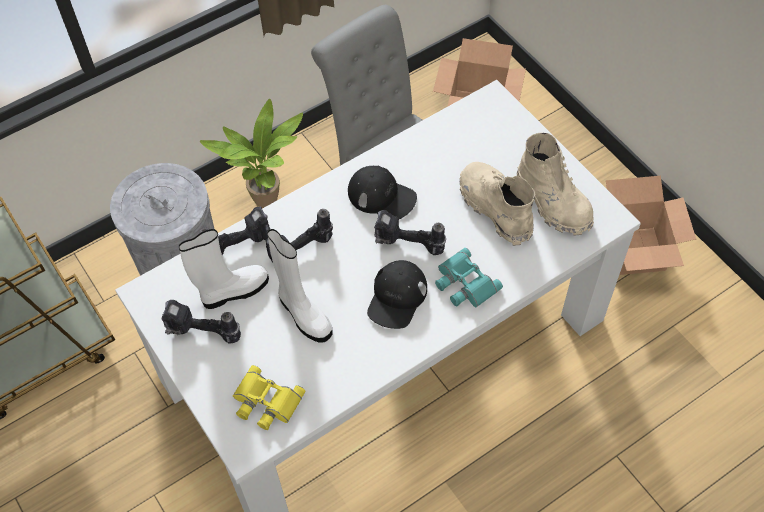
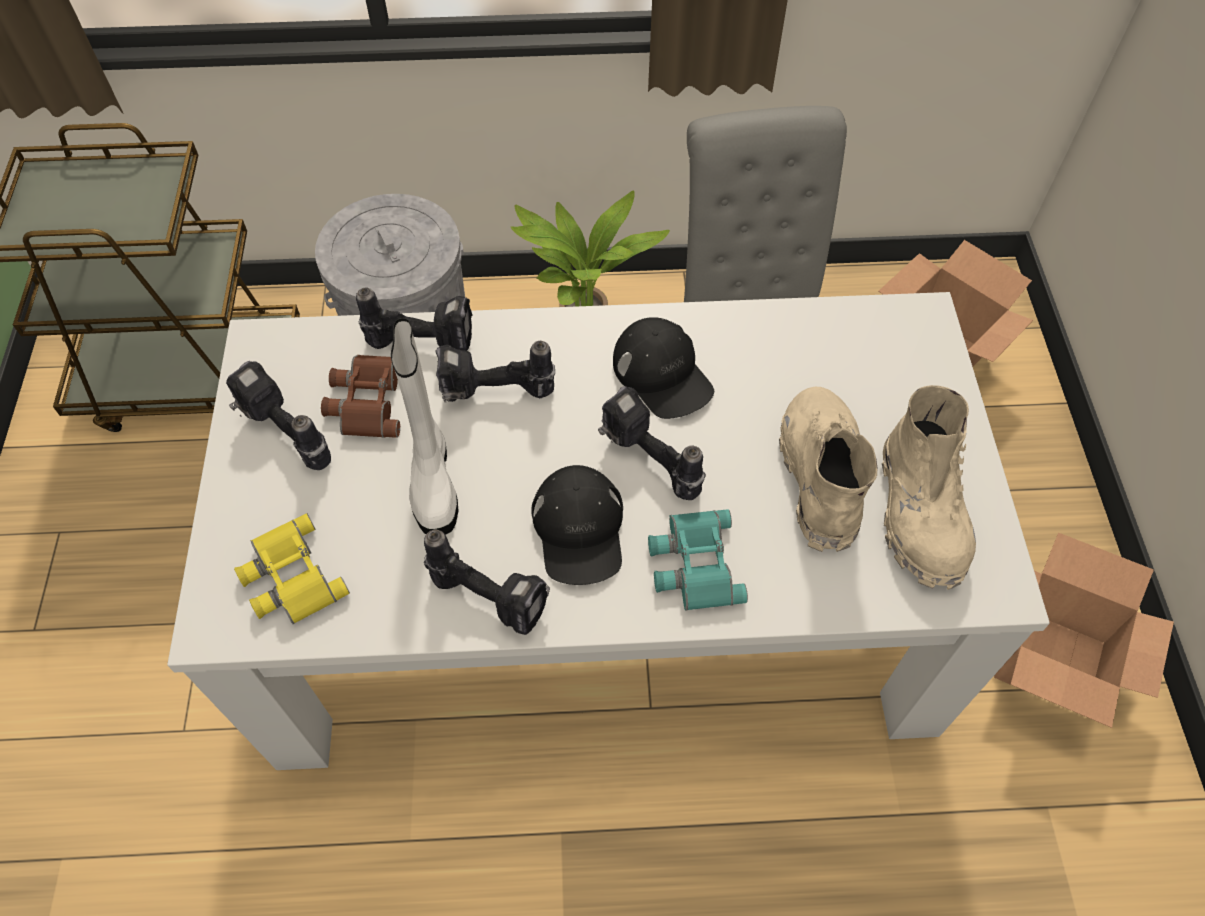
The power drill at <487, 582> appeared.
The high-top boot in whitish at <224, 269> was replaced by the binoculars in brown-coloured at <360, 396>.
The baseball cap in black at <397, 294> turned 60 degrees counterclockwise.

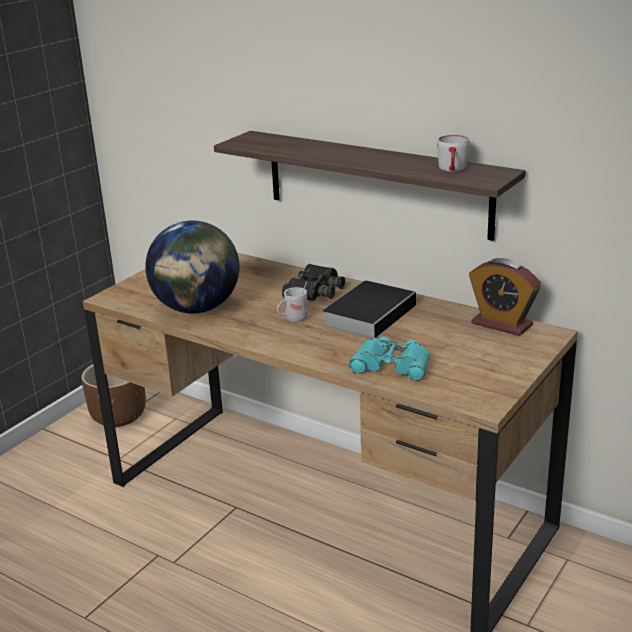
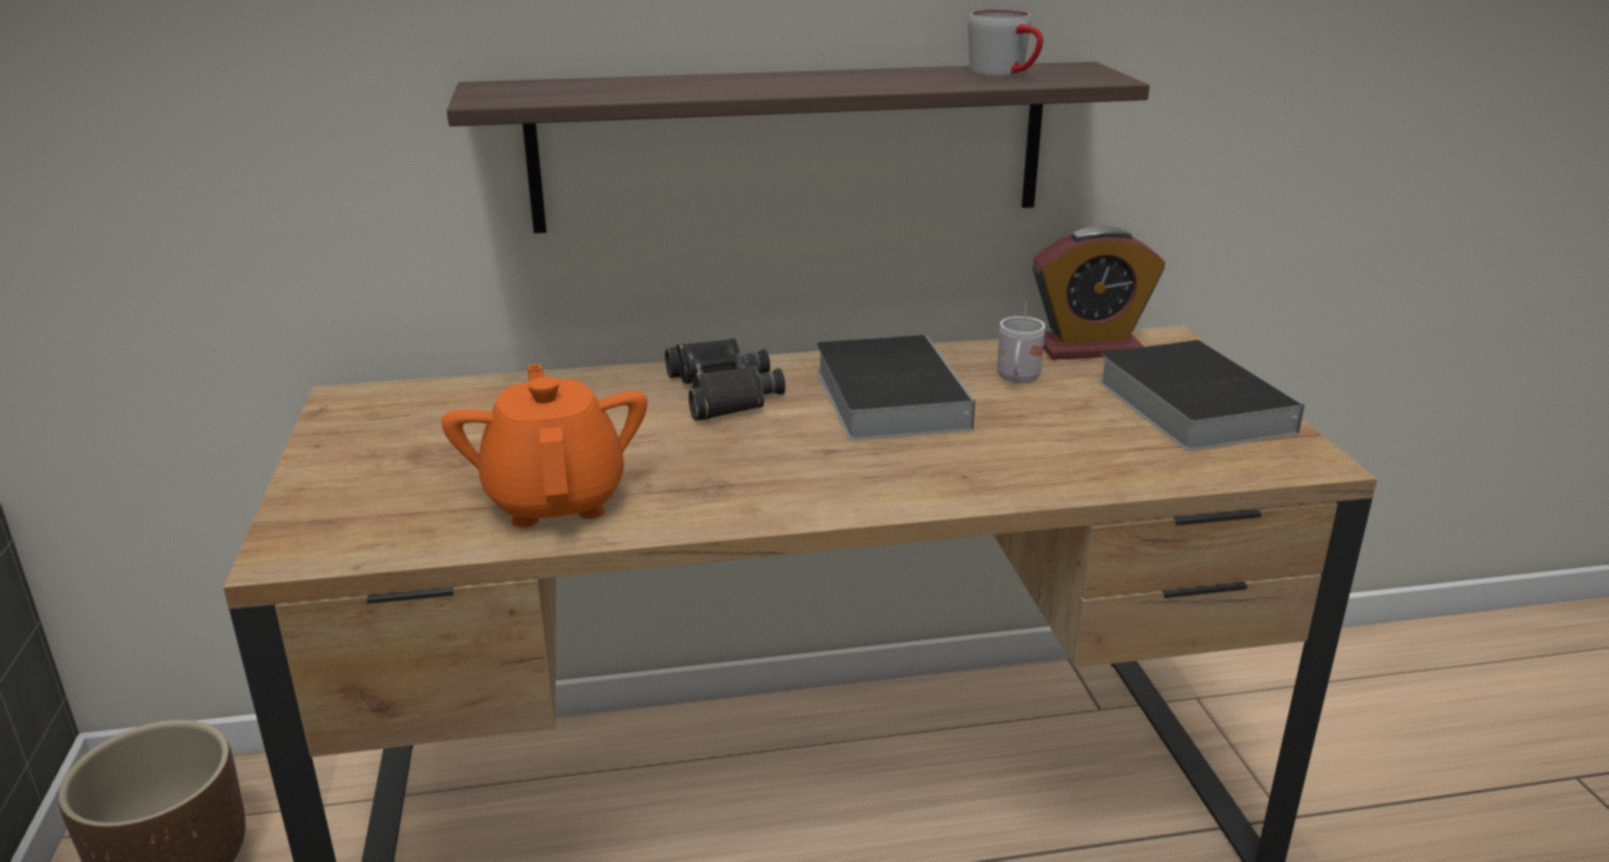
The binoculars in turquoise at <389, 359> disappeared.
The volume at <1201, 395> appeared.
The coffee mug in whitish moved from <292, 301> to <1021, 342>.
The globe at <192, 267> was replaced by the teapot in orangey at <544, 446>.

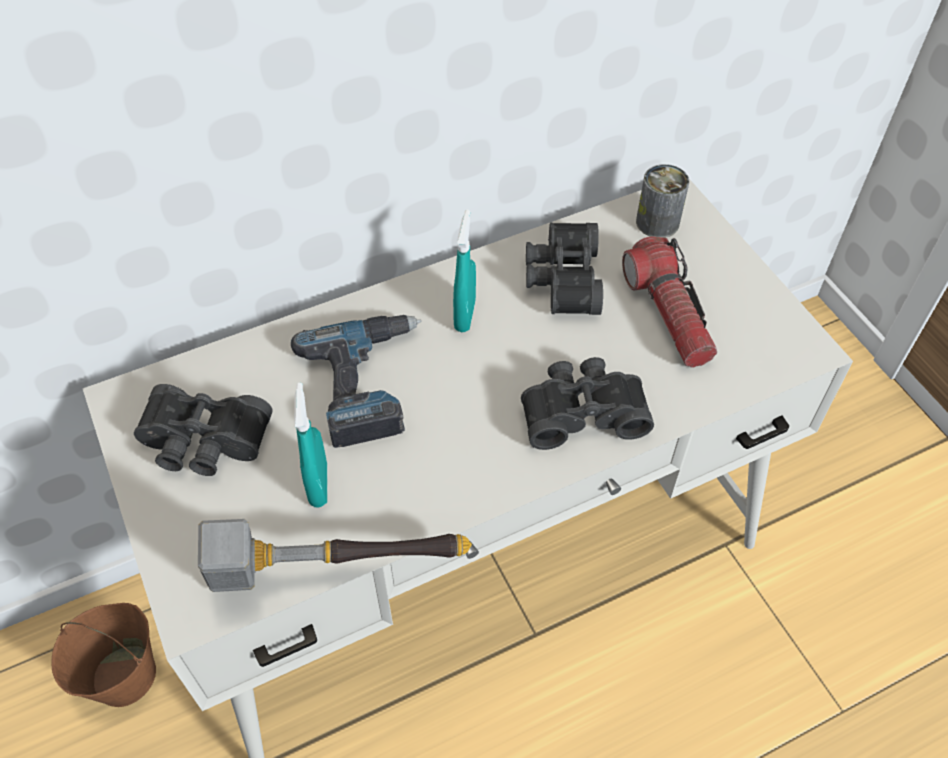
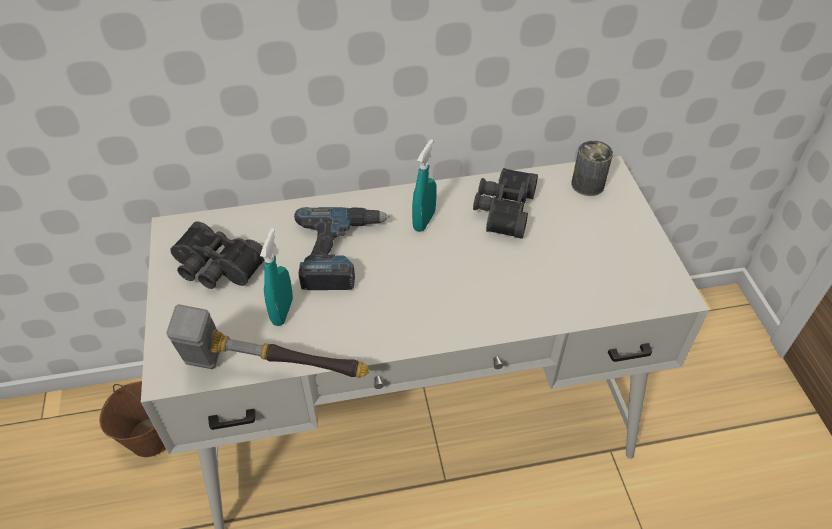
The binoculars in black at <587, 403> disappeared.
The torch at <669, 302> disappeared.

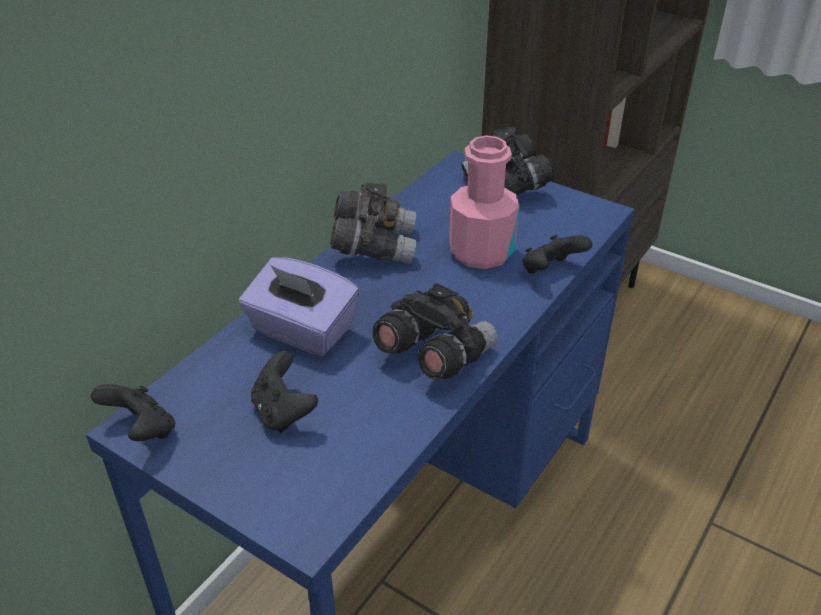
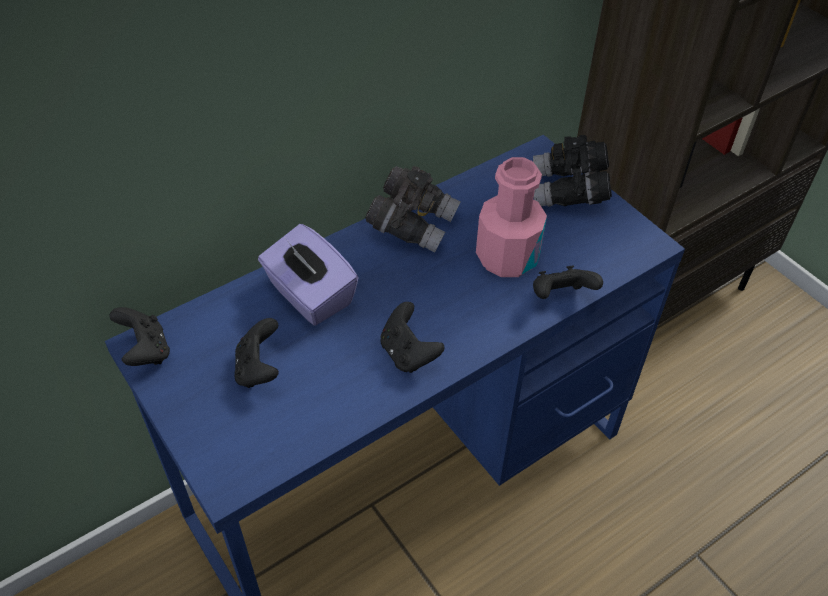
The binoculars in black at <435, 331> was replaced by the joypad in black at <412, 337>.

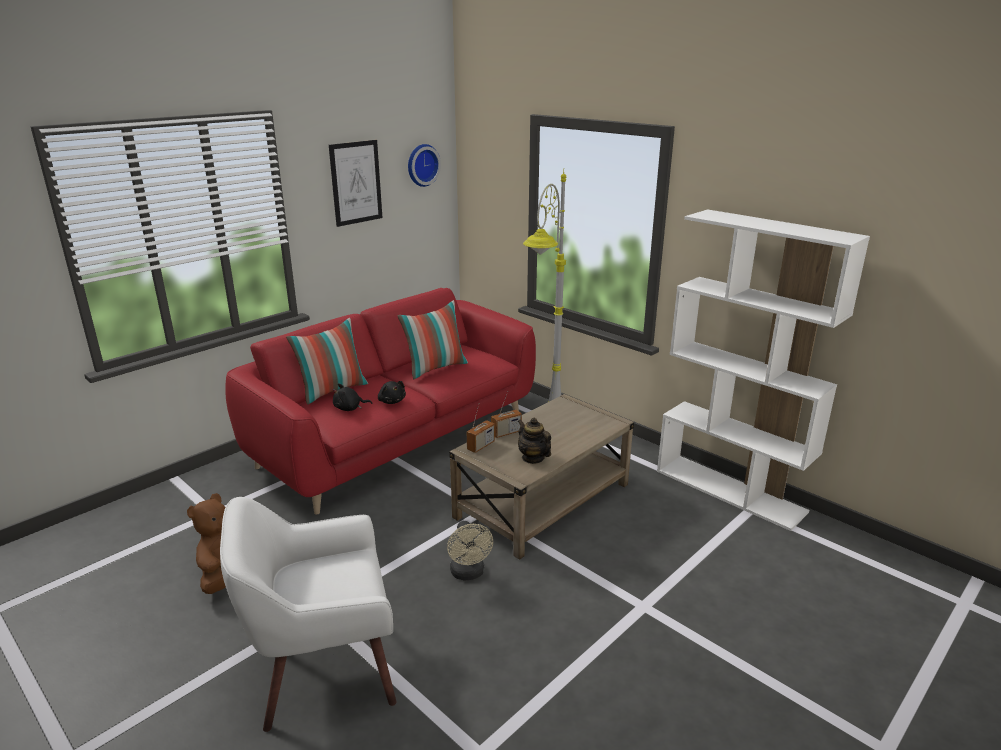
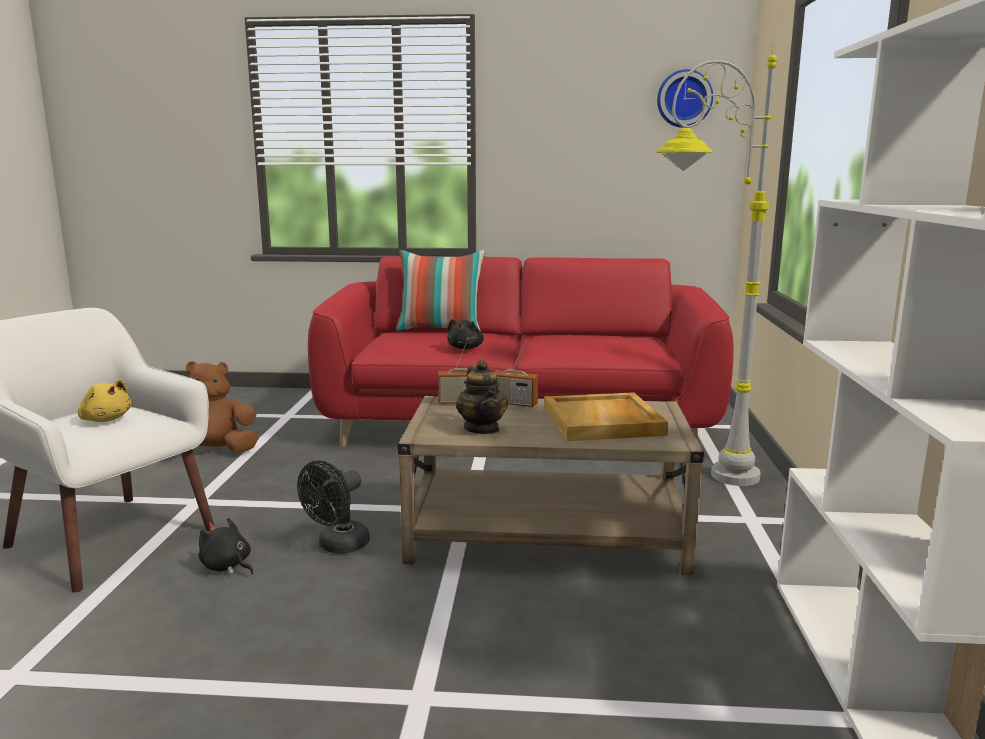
The wall picture at <355, 183> disappeared.
The cushion at <432, 340> disappeared.
The plush toy in yellow at <104, 401> appeared.
The serving tray in beige-coloured at <606, 416> appeared.
The plush toy in black moved from <352, 397> to <226, 546>.
The cooling fan in beige-coloured at <470, 551> became the cooling fan in black at <333, 507>.
The teapot at <534, 440> turned 150 degrees clockwise.

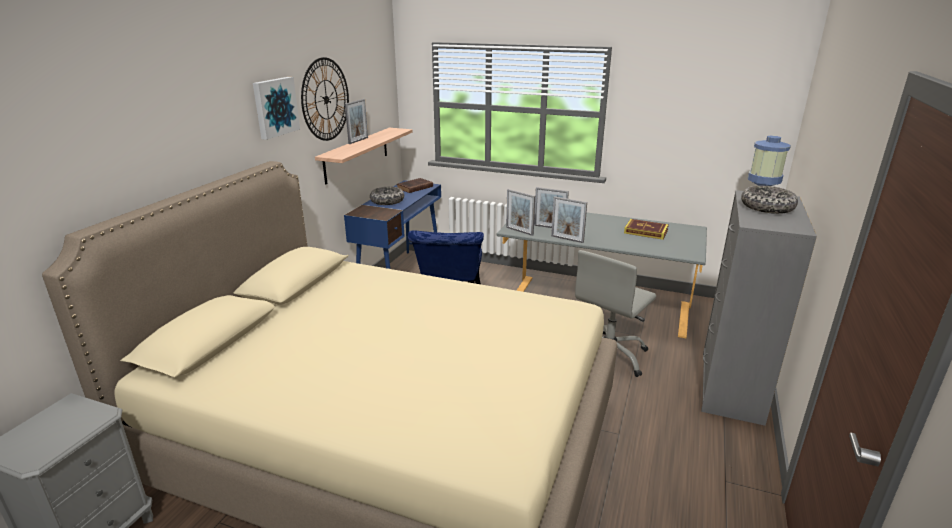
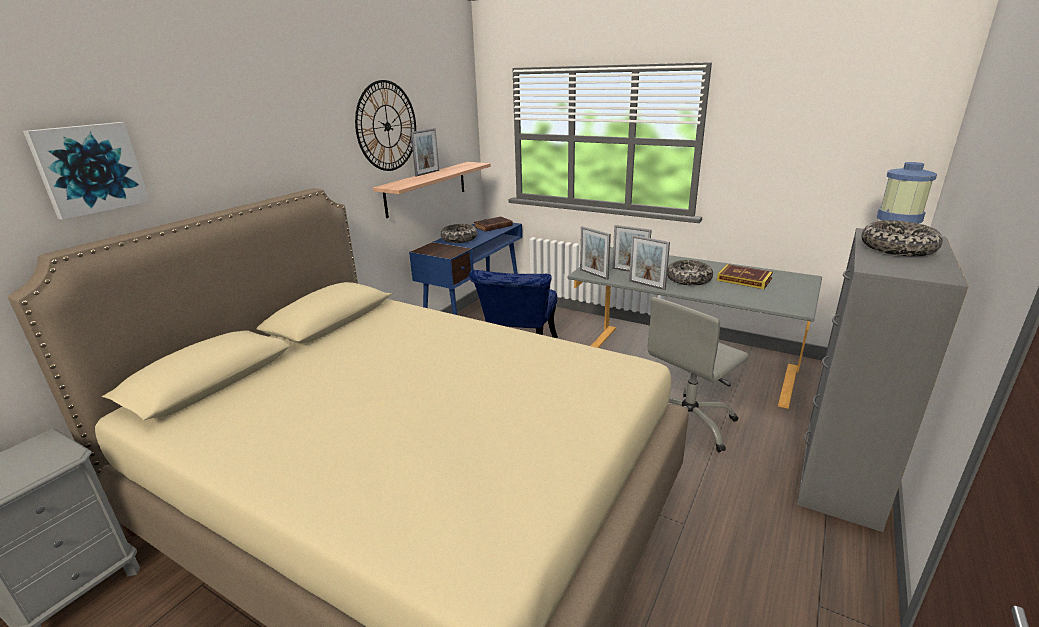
The bowl at <690, 273> appeared.
The wall picture moved from <276, 108> to <86, 171>.

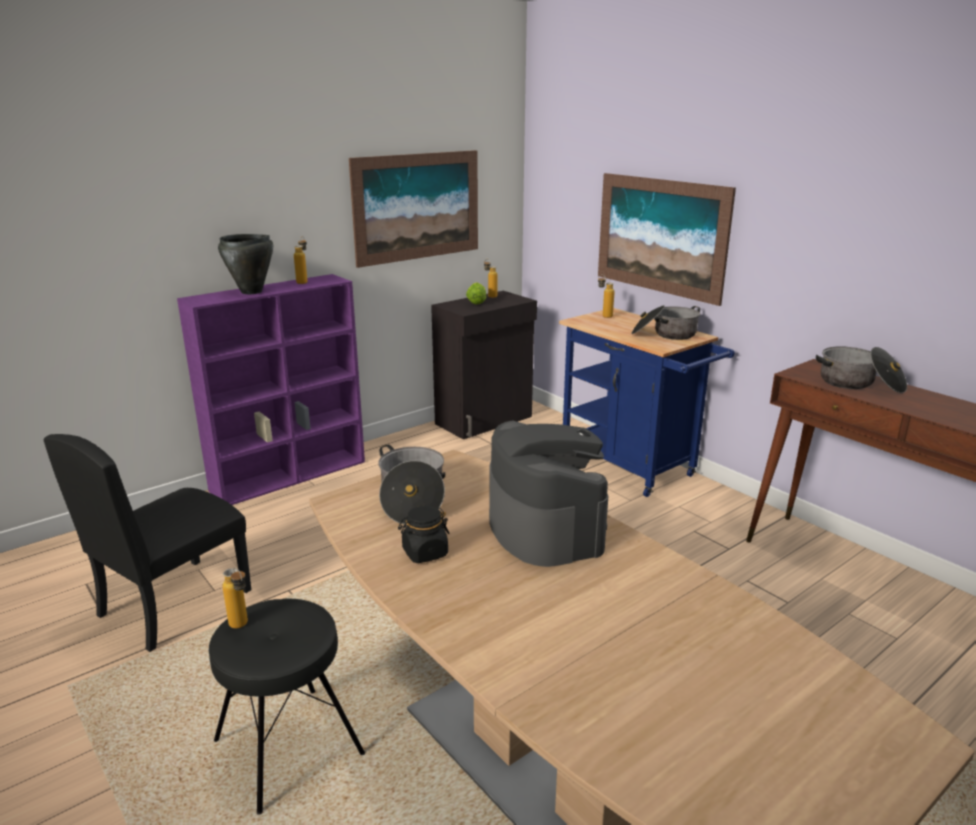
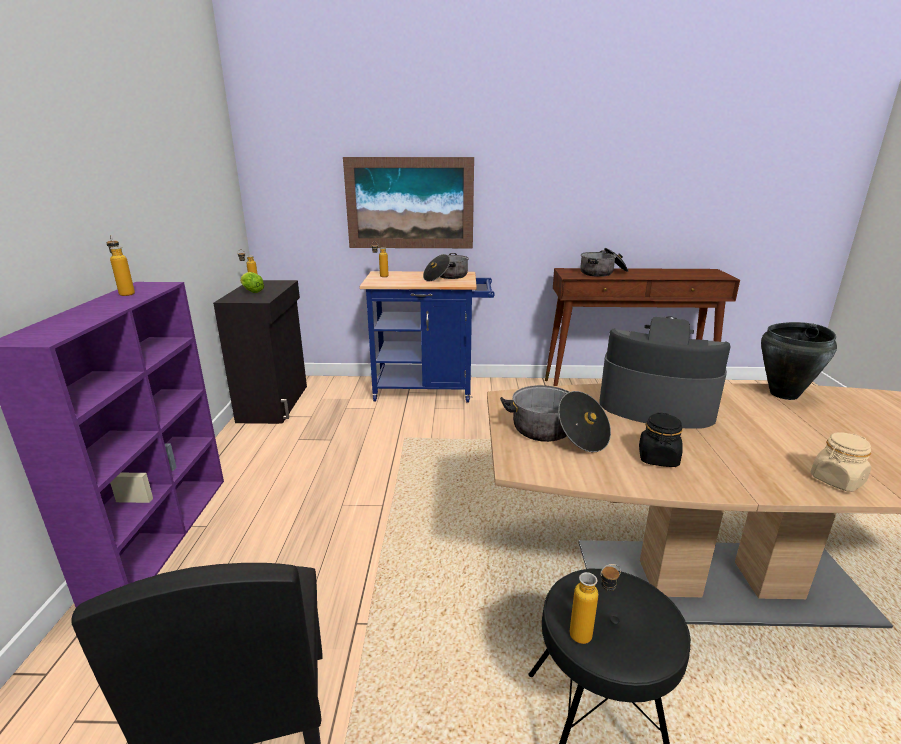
The wall picture at <413, 209> disappeared.
The preserve jar in beige-coloured at <841, 462> appeared.
The cooking pot in black moved from <245, 264> to <799, 361>.

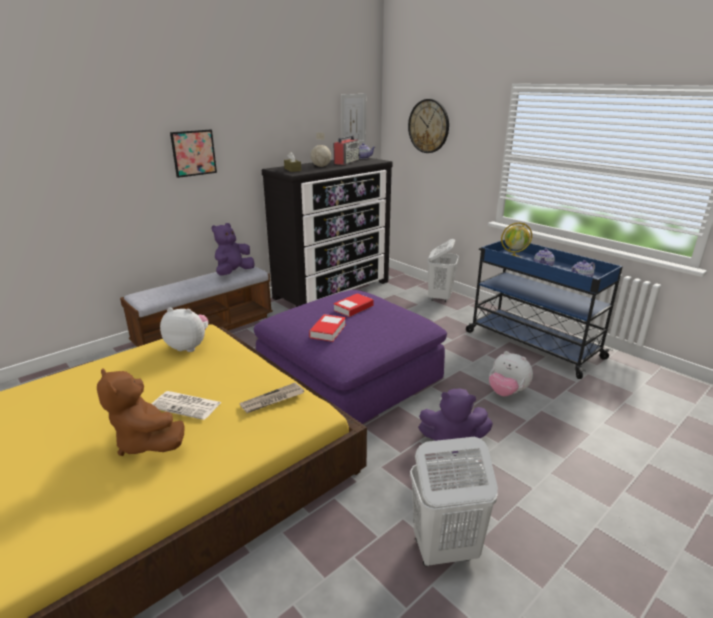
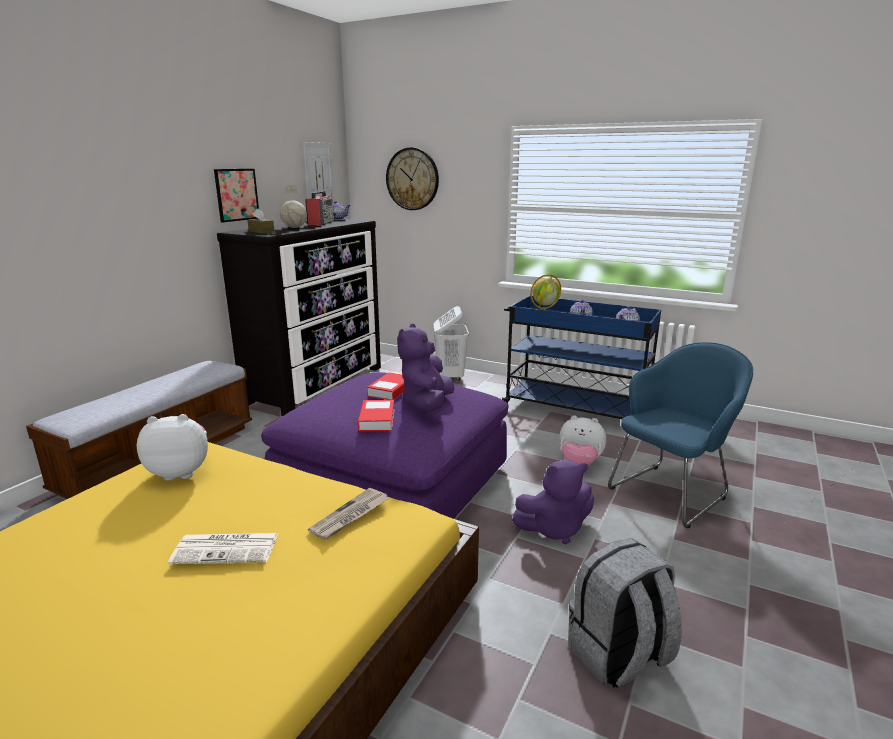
The plush toy in brown-coloured at <141, 412> disappeared.
The armchair in blue at <680, 435> appeared.
The wall picture moved from <193, 154> to <236, 196>.
The plush toy in purple moved from <233, 249> to <426, 368>.
The washing basket in whitish at <454, 501> was replaced by the backpack in grey at <625, 613>.

